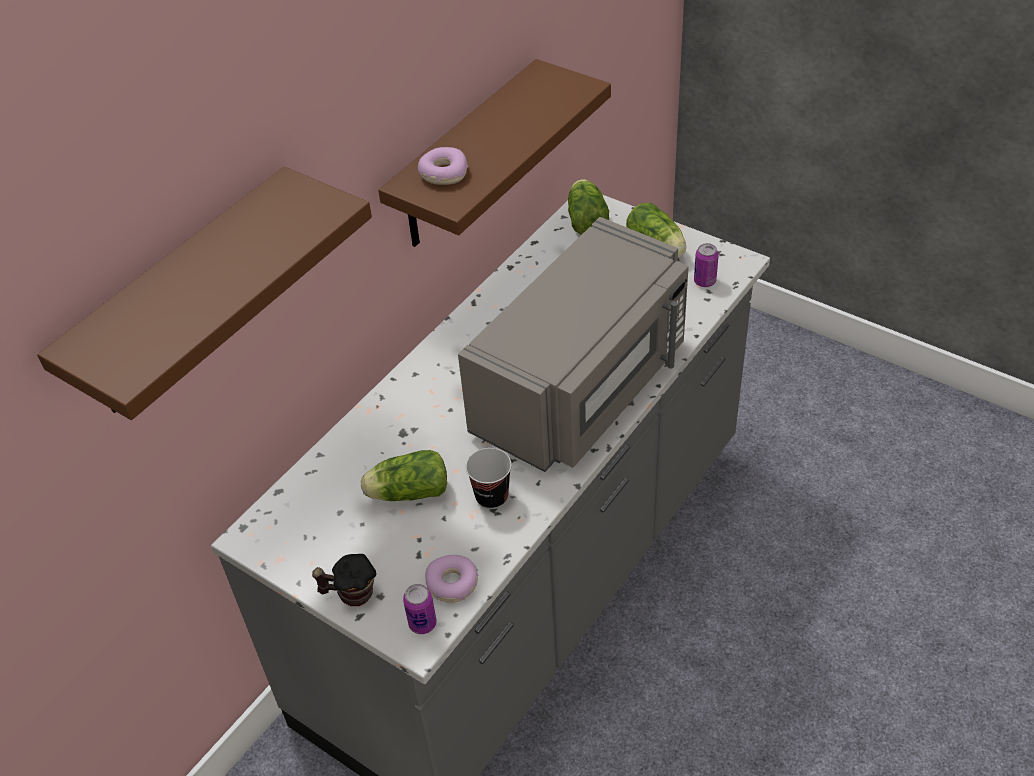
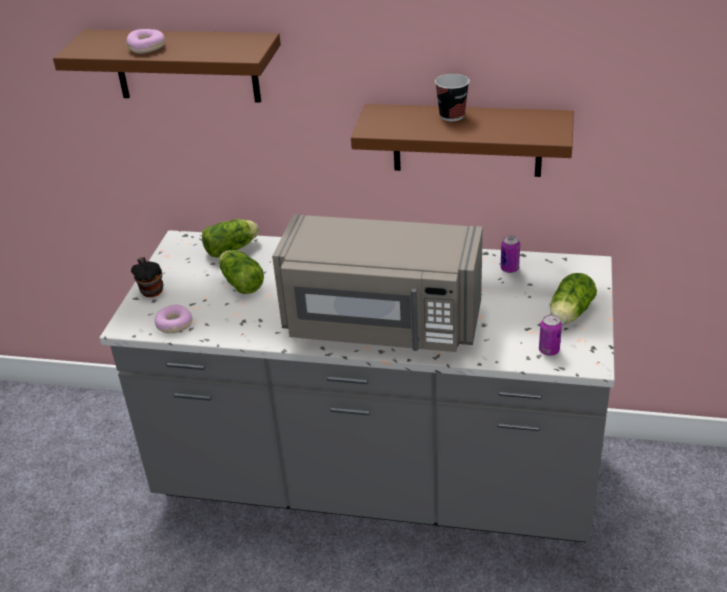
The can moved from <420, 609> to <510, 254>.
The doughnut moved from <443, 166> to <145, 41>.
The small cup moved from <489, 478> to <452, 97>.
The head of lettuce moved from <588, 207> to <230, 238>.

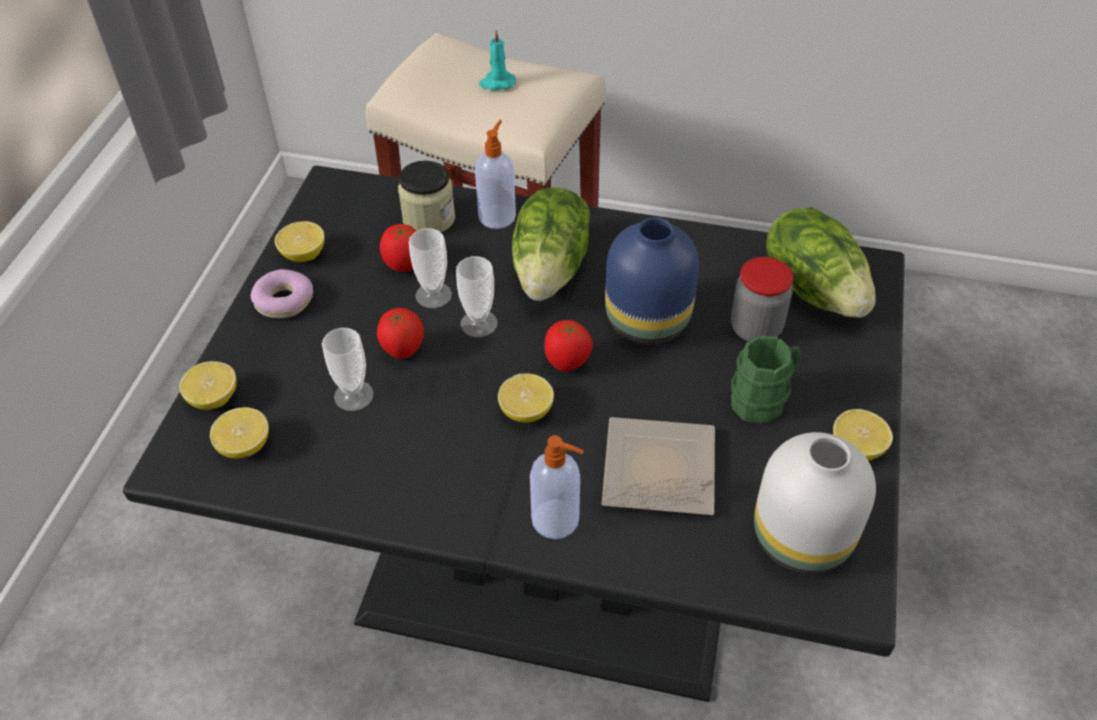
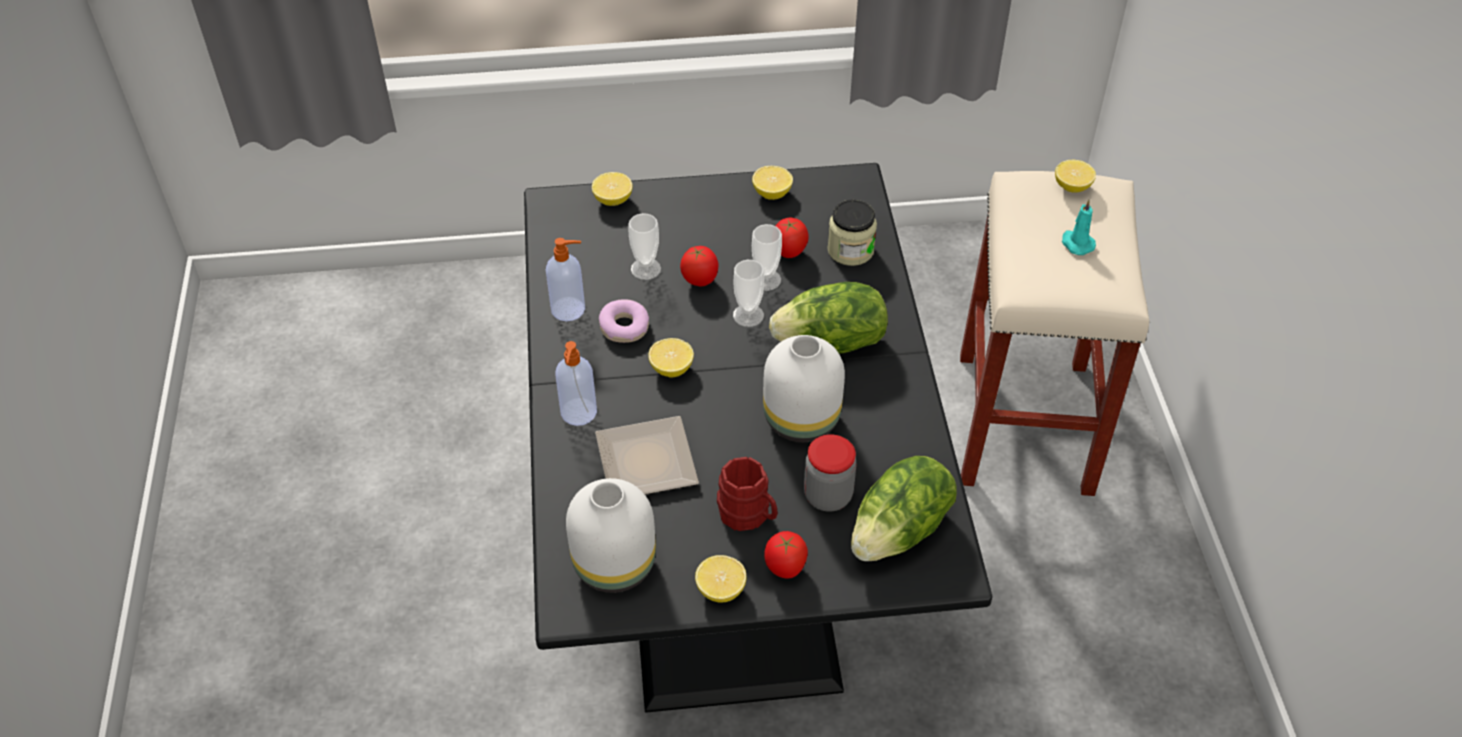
The whole lemon moved from <239, 433> to <1075, 176>.
The doughnut moved from <282, 294> to <624, 321>.
The soap bottle moved from <495, 174> to <565, 279>.
The fresh tomato moved from <569, 346> to <786, 554>.
The flower vase in blue at <652, 281> became the flower vase in whitish at <804, 388>.
The coffee mug in green-coloured at <766, 379> became the coffee mug in reddish at <747, 494>.

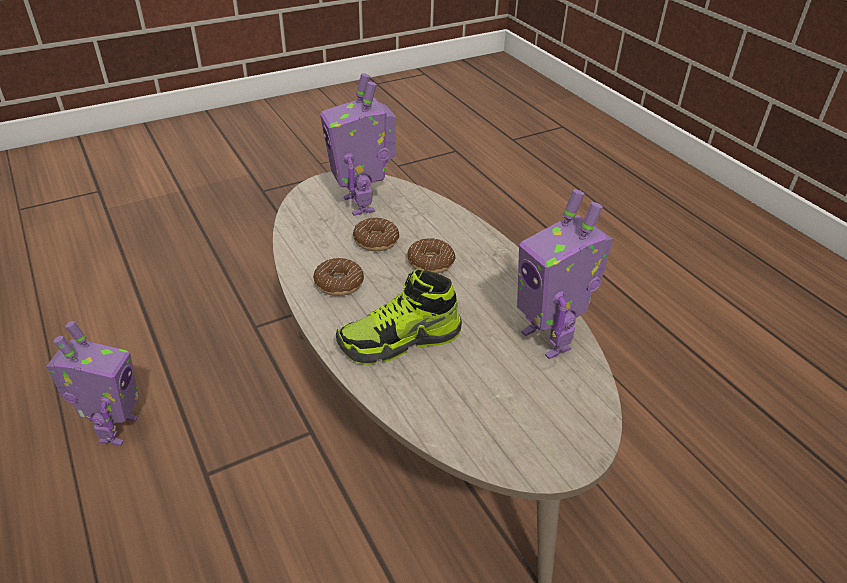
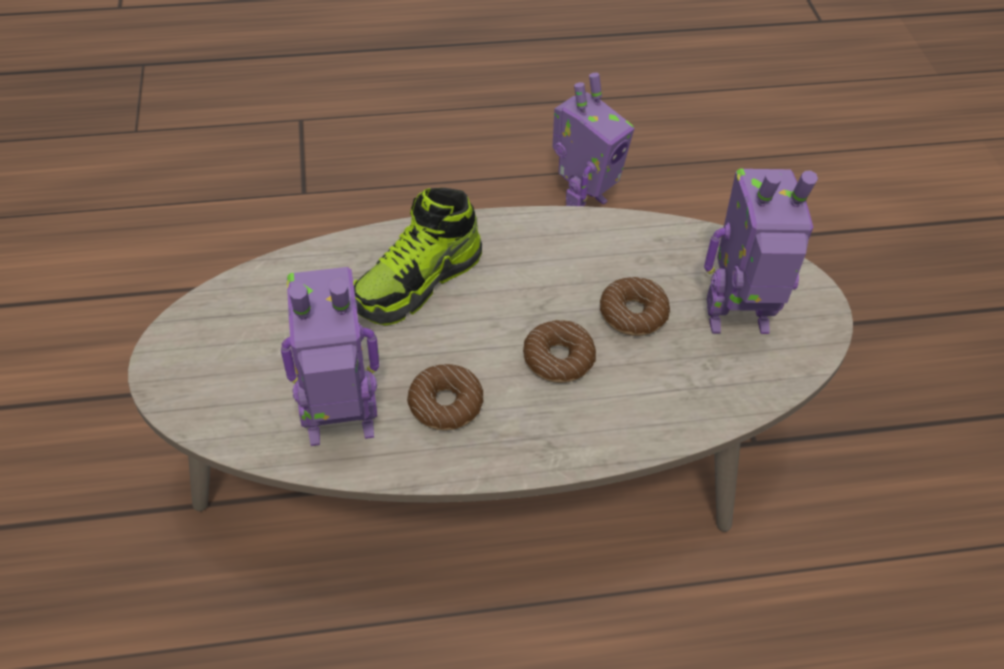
The doughnut moved from <338, 277> to <445, 397>.
The toy robot at <92, 383> turned 75 degrees counterclockwise.
The item of footwear at <399, 317> turned 135 degrees counterclockwise.

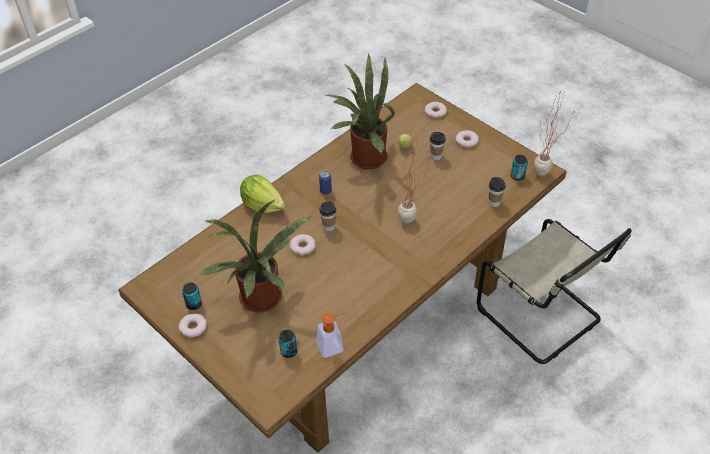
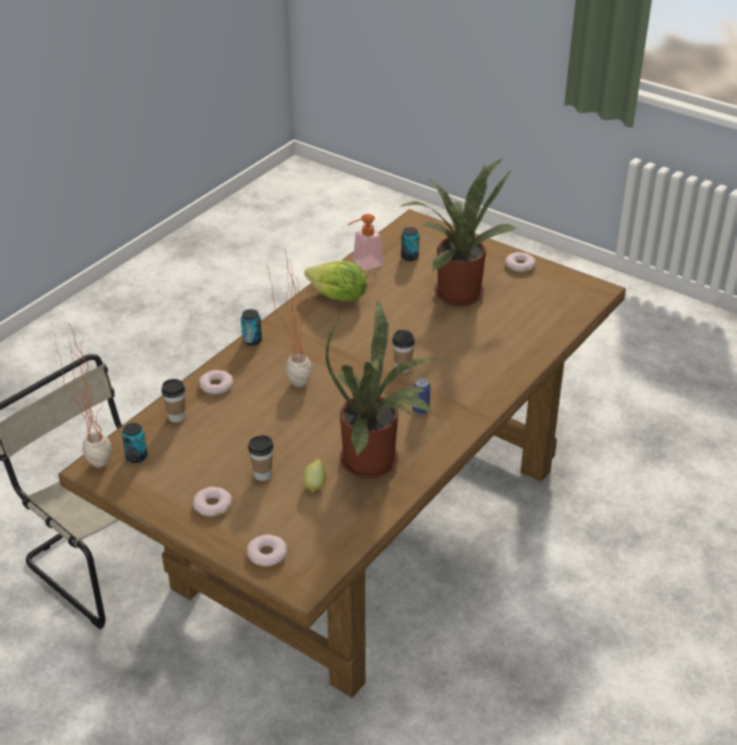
The can moved from <192, 296> to <251, 327>.
The head of lettuce moved from <262, 193> to <335, 281>.
The doughnut moved from <302, 244> to <216, 382>.

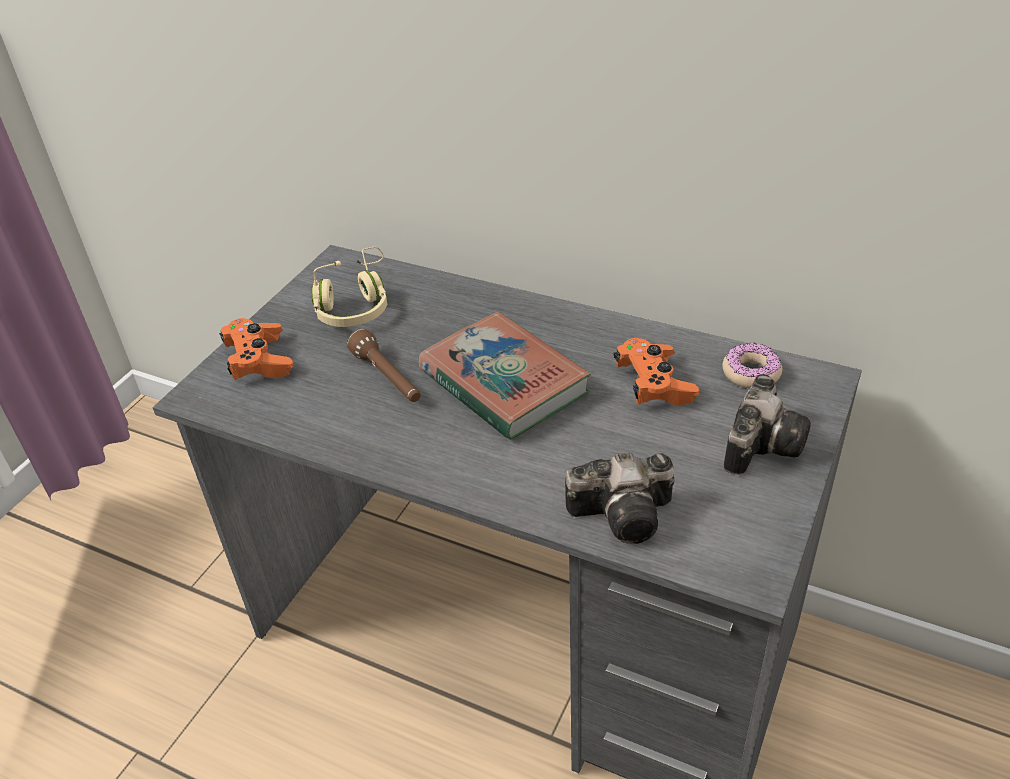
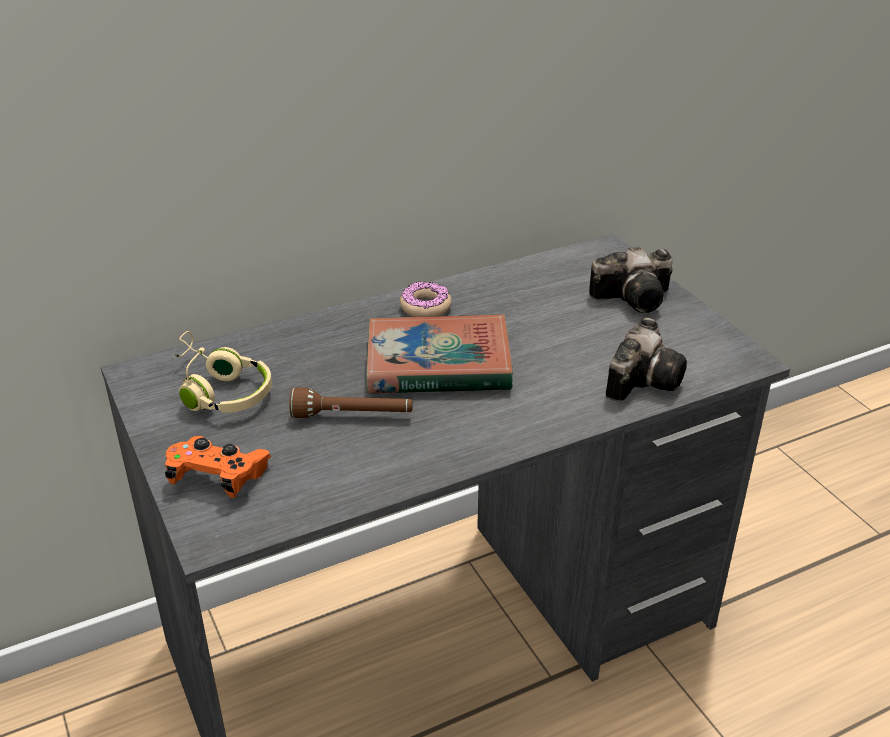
The joypad in orangey at <656, 372> disappeared.
The doughnut moved from <752, 366> to <426, 299>.
The still camera at <767, 424> turned 105 degrees clockwise.

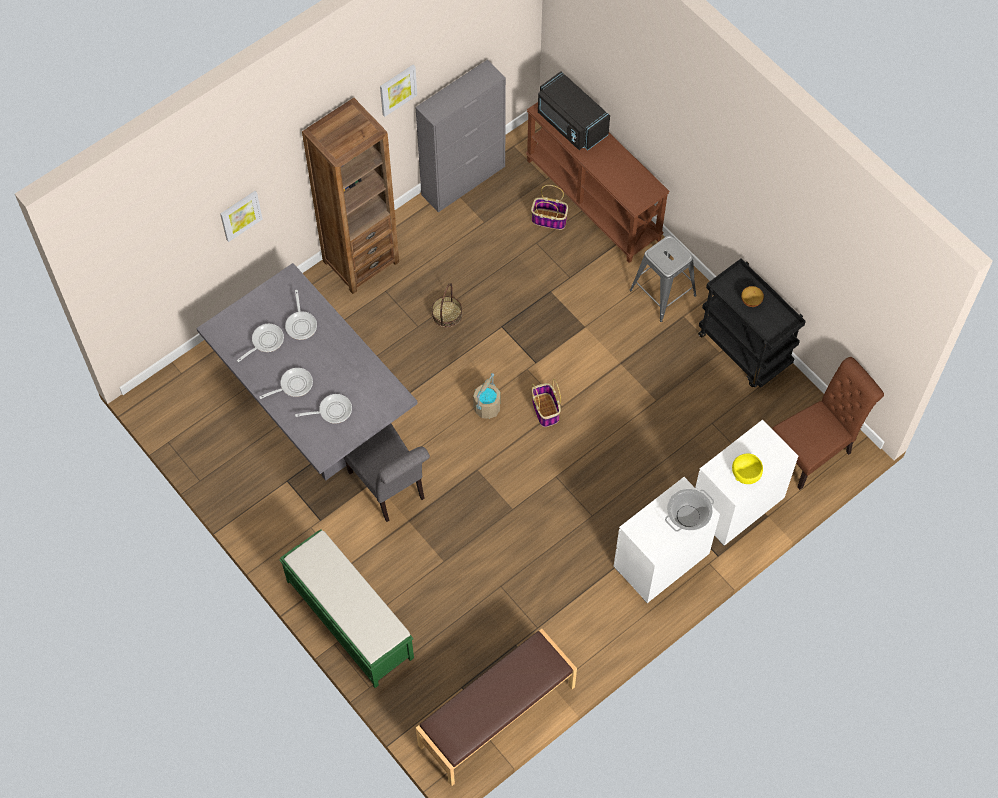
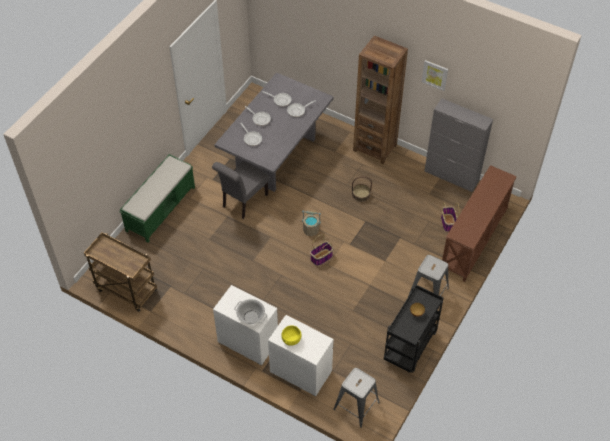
The wall picture at <241, 216> disappeared.
The microwave oven in black at <574, 110> disappeared.
The long seat in brown-coloured at <496, 707> was replaced by the wheeled cart in brown-coloured at <120, 272>.
The chair in brown-coloured at <828, 423> was replaced by the sitting stool in grey at <356, 398>.

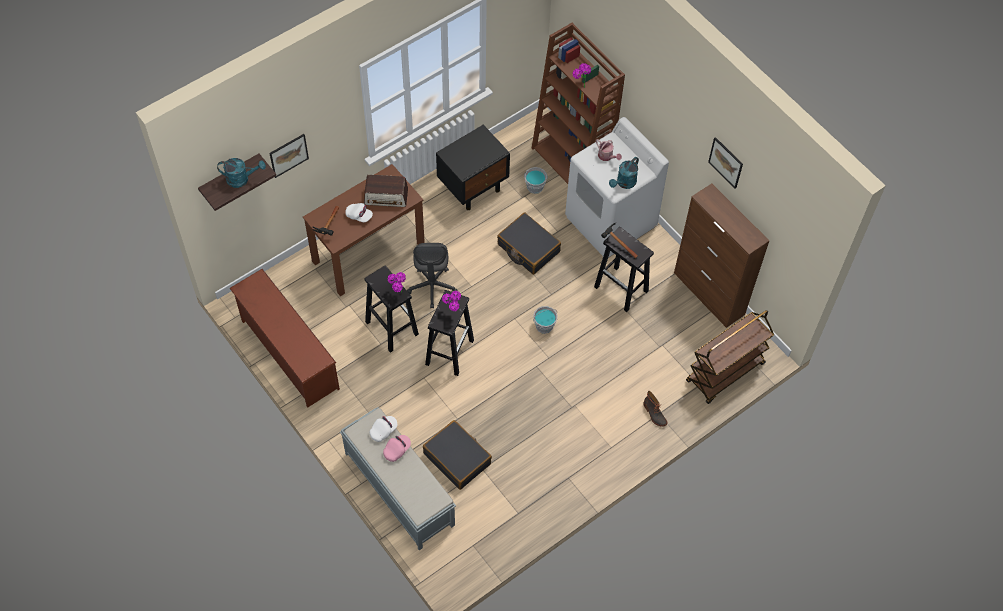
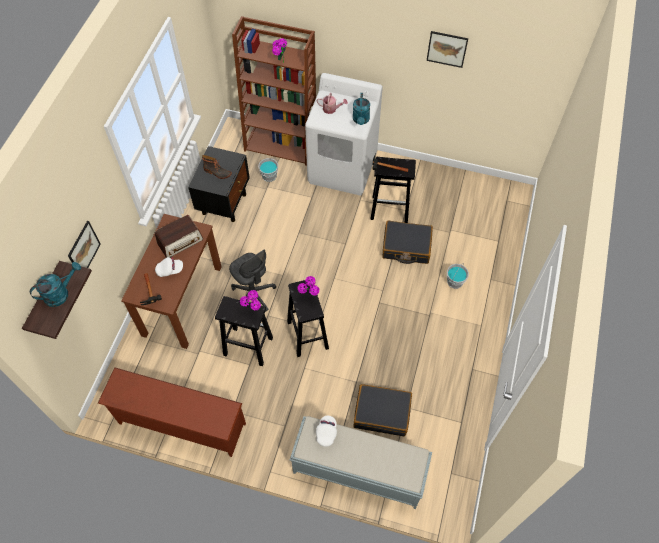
The baseball cap in pink-coloured at <397, 448> disappeared.
The cabinet in brown-coloured at <721, 255> disappeared.
The wheeled cart in brown-coloured at <730, 357> disappeared.
The travel case in black moved from <529, 243> to <407, 242>.
The bucket in grey moved from <545, 320> to <458, 276>.
The high-top boot moved from <655, 409> to <217, 167>.

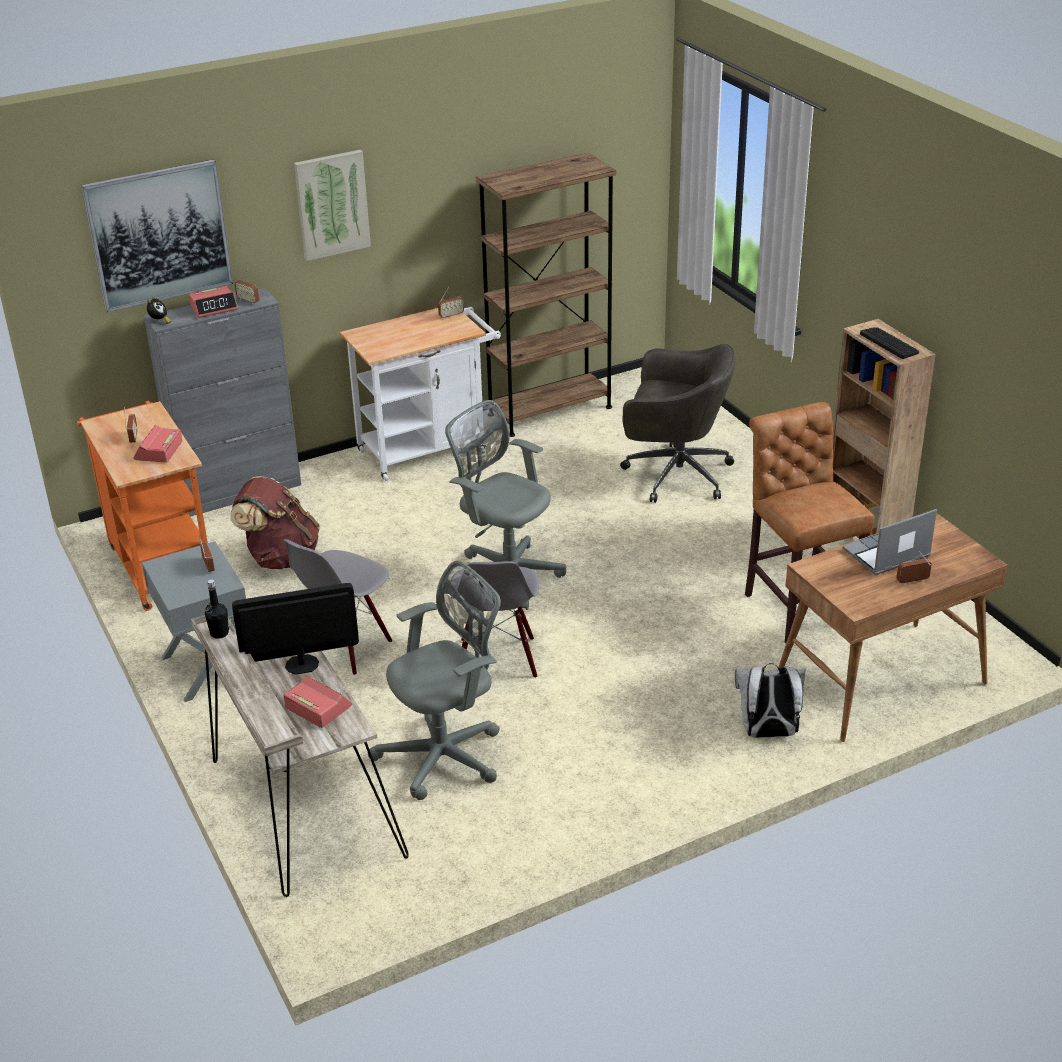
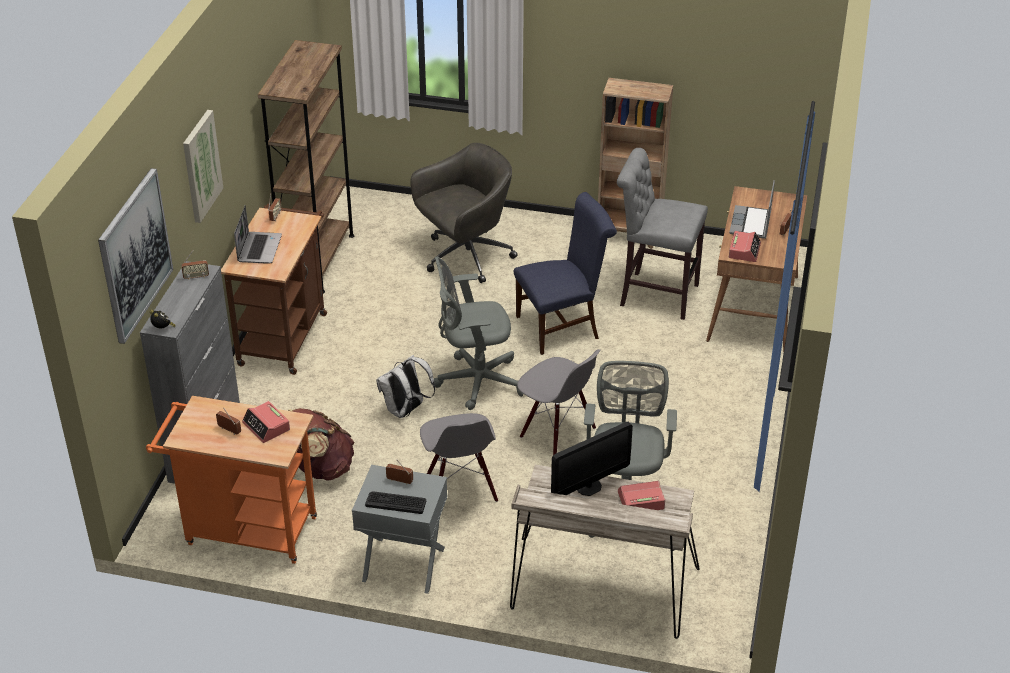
The bottle in black at <217, 609> disappeared.
The notebook computer at <258, 234> appeared.
The chair in blue at <565, 273> appeared.
The alarm clock moved from <213, 302> to <745, 246>.
The backpack in whitish moved from <770, 700> to <405, 386>.
The keyboard moved from <889, 343> to <395, 502>.
The wheeled cart in whitish at <420, 394> became the wheeled cart in brown-coloured at <274, 289>.
The sitting stool in brown-coloured at <810, 522> became the sitting stool in grey at <662, 234>.
The monitor at <295, 629> turned 150 degrees counterclockwise.

